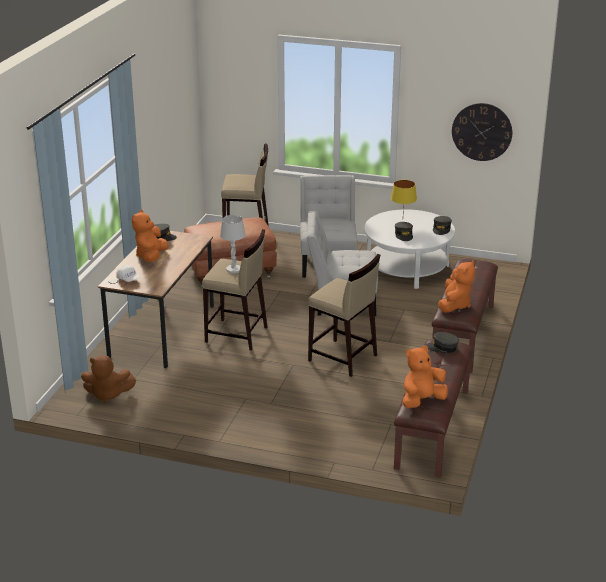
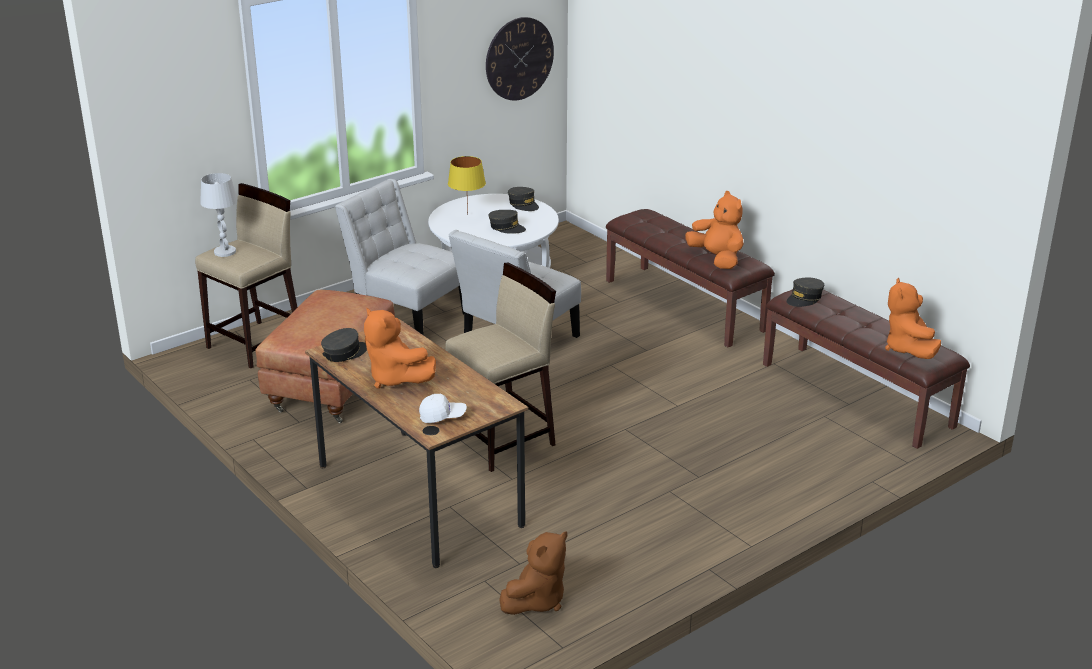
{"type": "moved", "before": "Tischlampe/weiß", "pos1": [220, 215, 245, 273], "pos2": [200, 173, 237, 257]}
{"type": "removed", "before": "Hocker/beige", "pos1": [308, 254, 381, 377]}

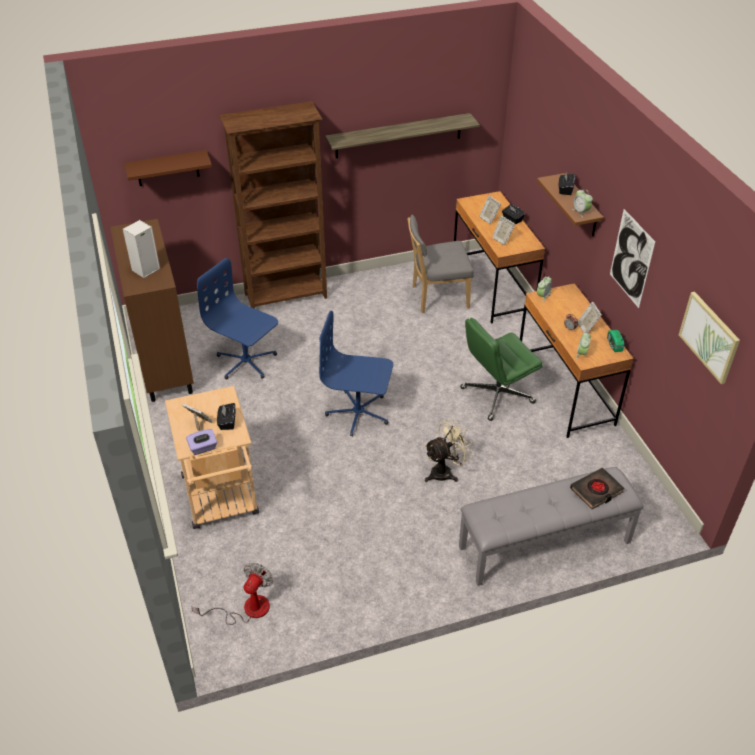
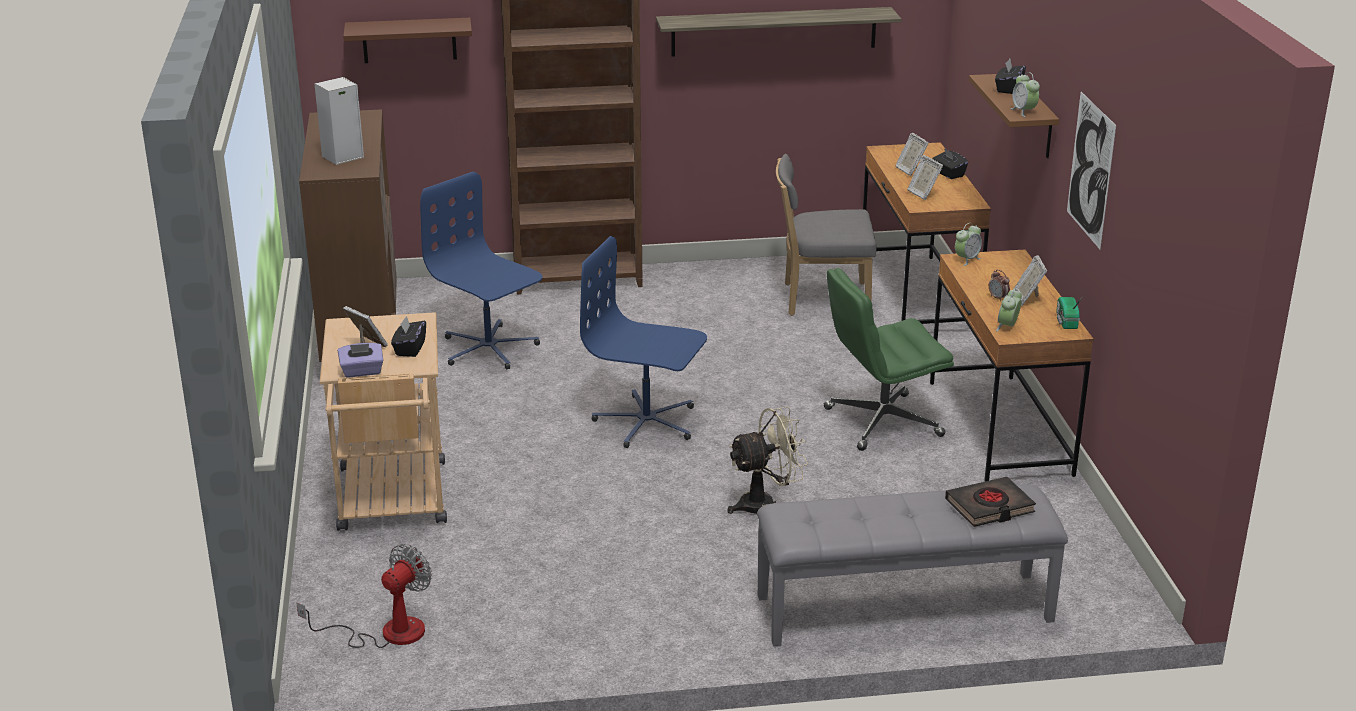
{"type": "removed", "before": "Bild", "pos1": [679, 292, 740, 384]}

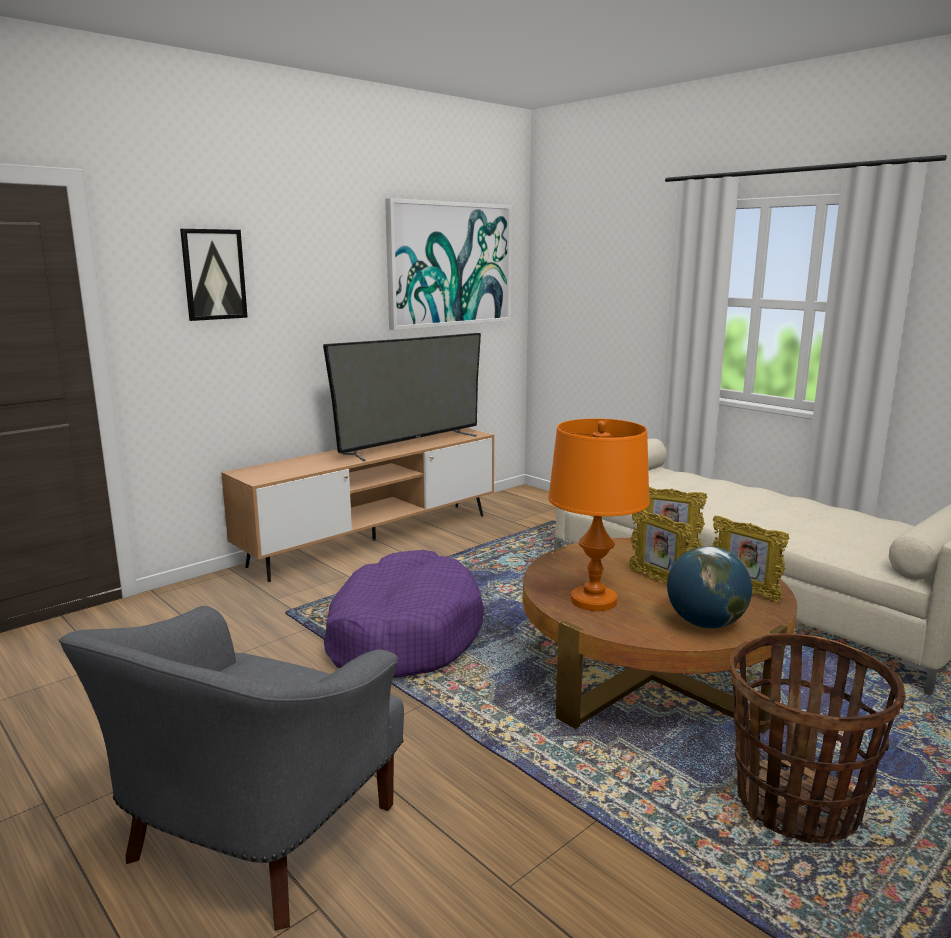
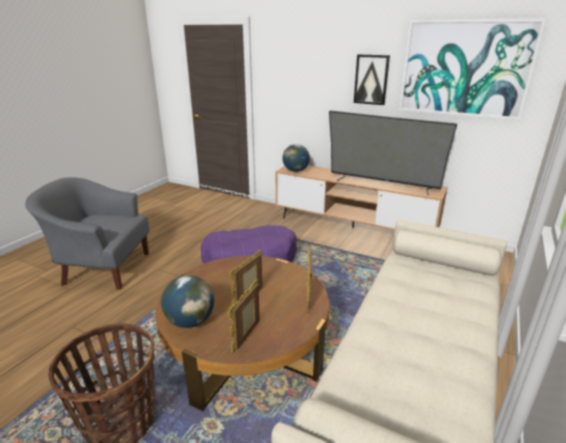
{"type": "moved", "before": "Bild", "pos1": [180, 229, 248, 321], "pos2": [354, 54, 390, 105]}
{"type": "removed", "before": "Tischlampe/orange", "pos1": [548, 419, 650, 611]}
{"type": "added", "after": "Globus", "pos2": [282, 144, 310, 172]}

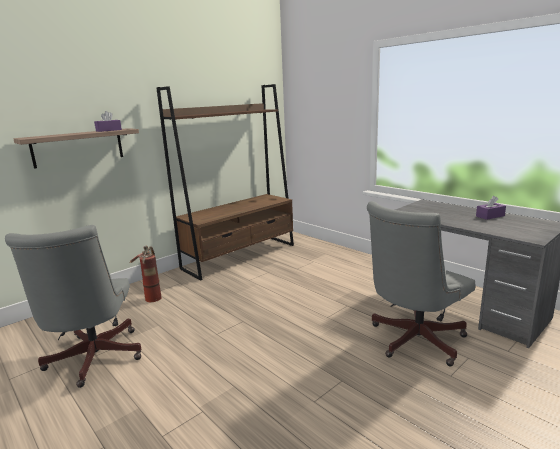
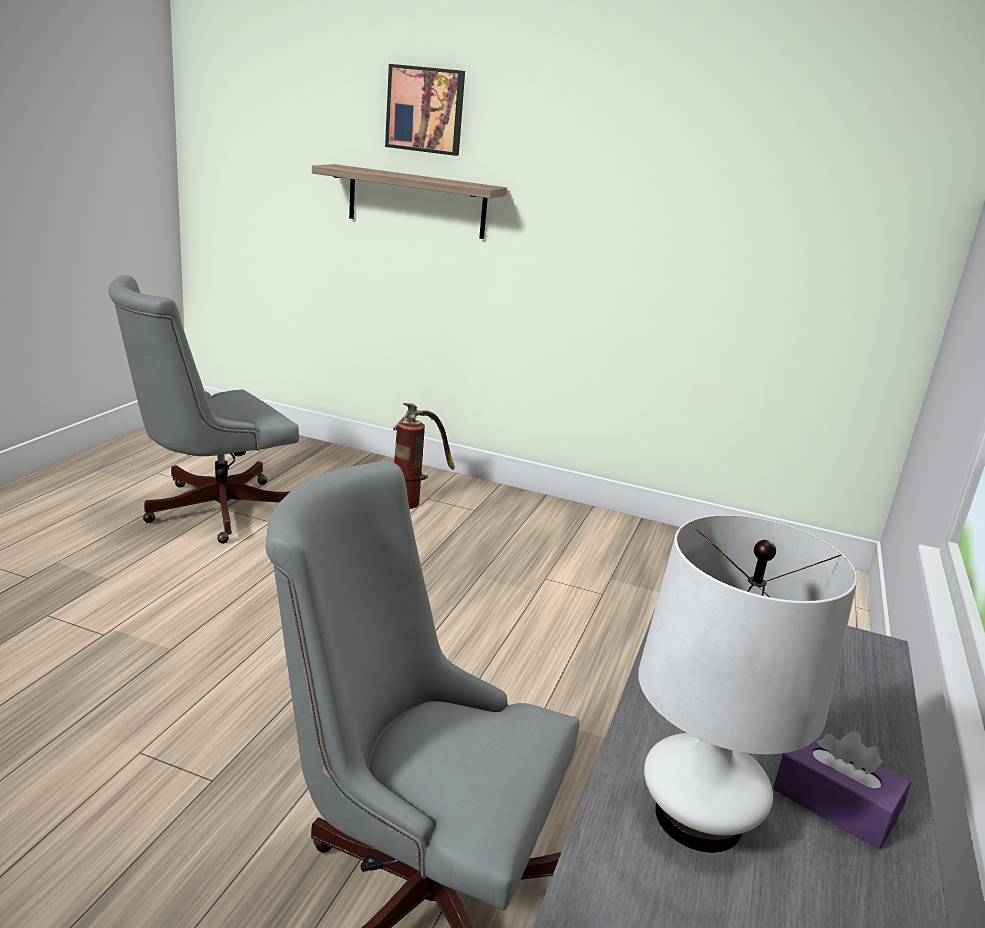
{"type": "removed", "before": "Taschentuchbox/lila", "pos1": [94, 111, 122, 132]}
{"type": "removed", "before": "Bücherregal/braun", "pos1": [156, 84, 294, 281]}
{"type": "added", "after": "Bild", "pos2": [385, 64, 465, 156]}
{"type": "added", "after": "Tischlampe/weiß", "pos2": [638, 515, 857, 853]}

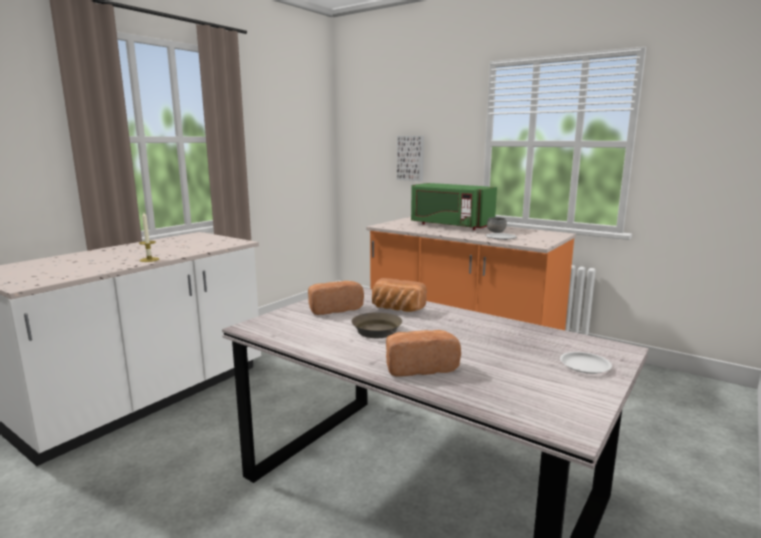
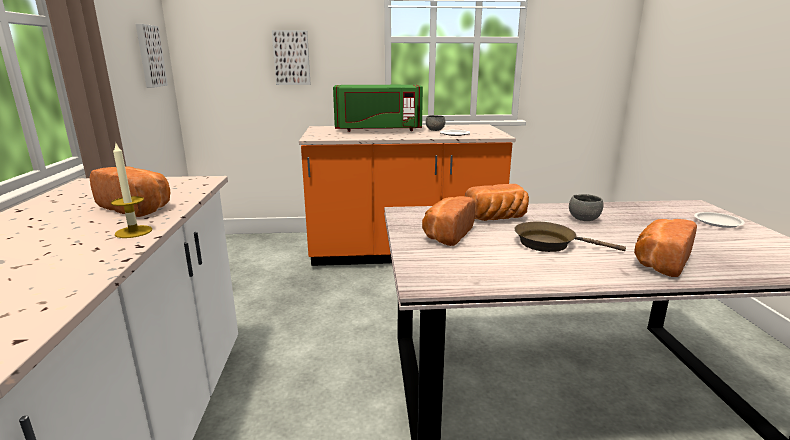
{"type": "added", "after": "Brot", "pos2": [90, 166, 170, 217]}
{"type": "added", "after": "Bild", "pos2": [136, 24, 168, 88]}
{"type": "added", "after": "Schüssel/grau", "pos2": [569, 194, 604, 221]}

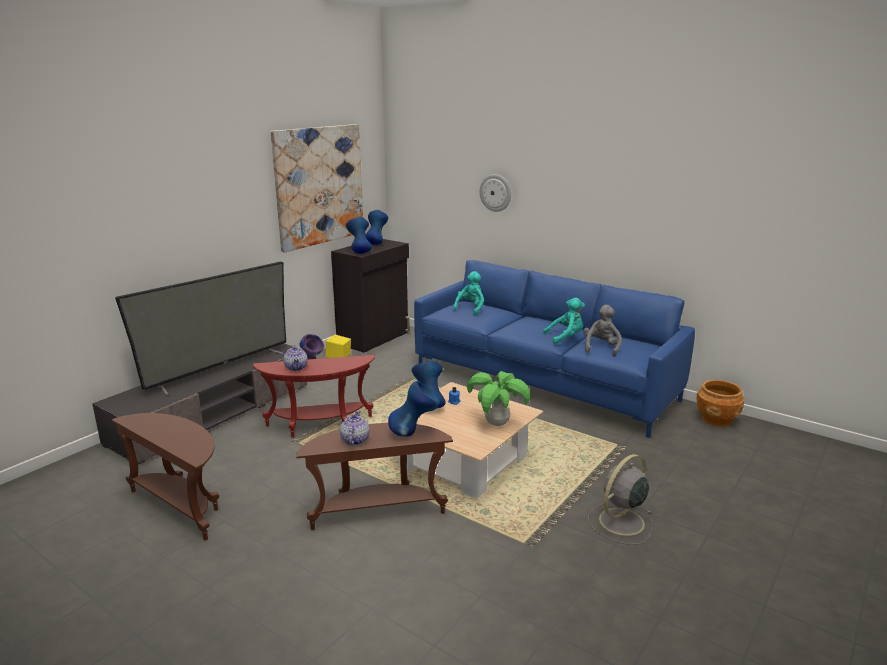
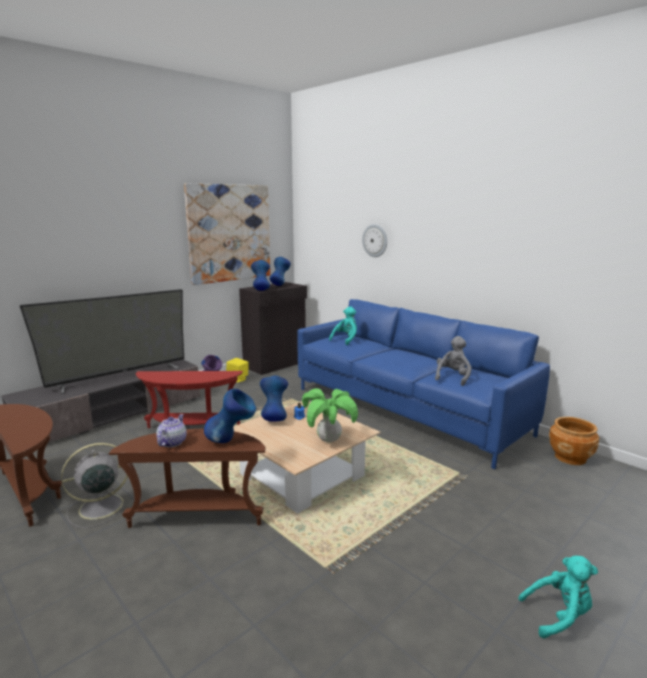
{"type": "removed", "before": "Teekanne", "pos1": [284, 345, 308, 371]}
{"type": "moved", "before": "Plüschtier/türkis", "pos1": [543, 298, 585, 345], "pos2": [518, 556, 598, 639]}
{"type": "moved", "before": "Ventilator/grau", "pos1": [588, 454, 653, 545], "pos2": [61, 443, 134, 528]}

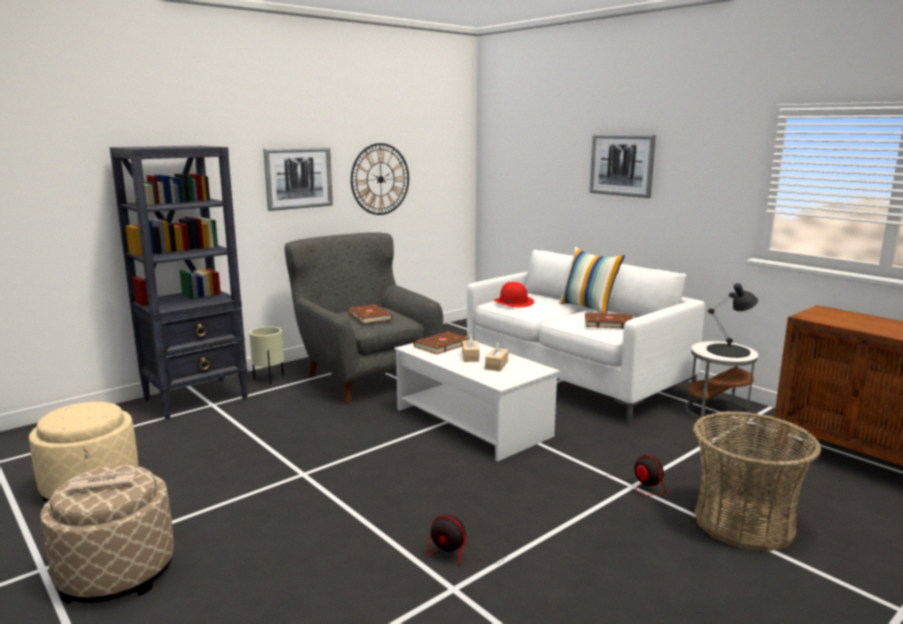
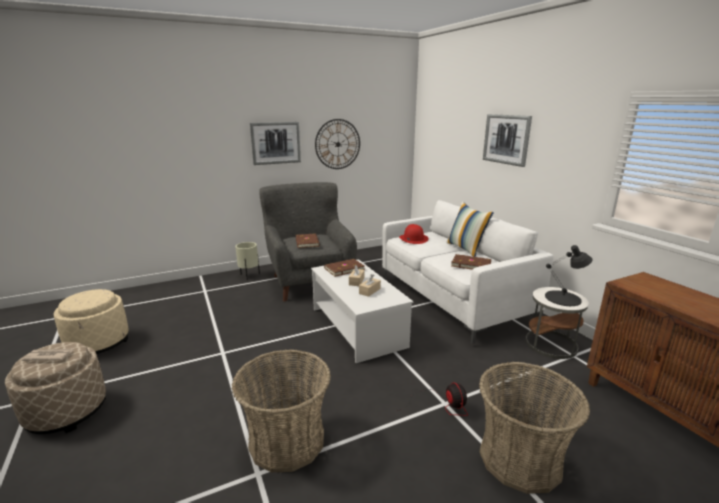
{"type": "removed", "before": "Bücherregal/schwarz", "pos1": [110, 146, 248, 420]}
{"type": "replaced", "before": "Ventilator", "after": "Korb", "pos1": [427, 515, 512, 566], "pos2": [232, 350, 331, 472]}

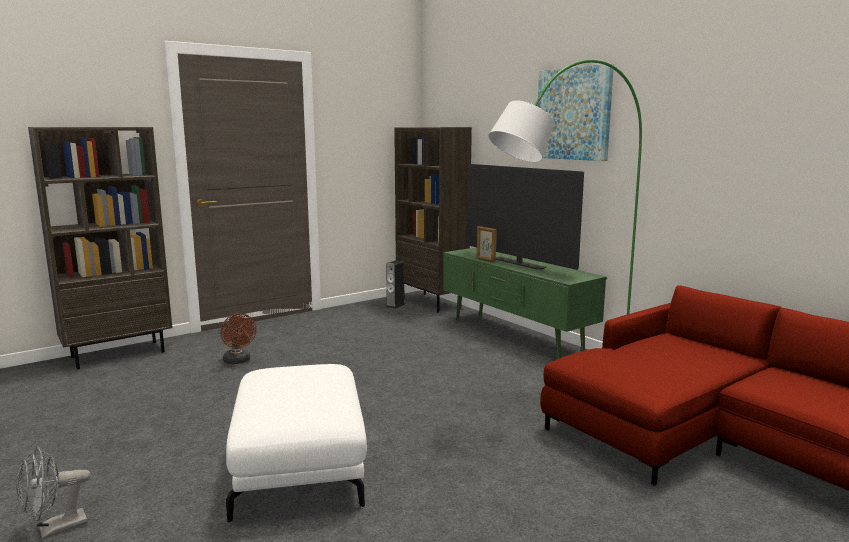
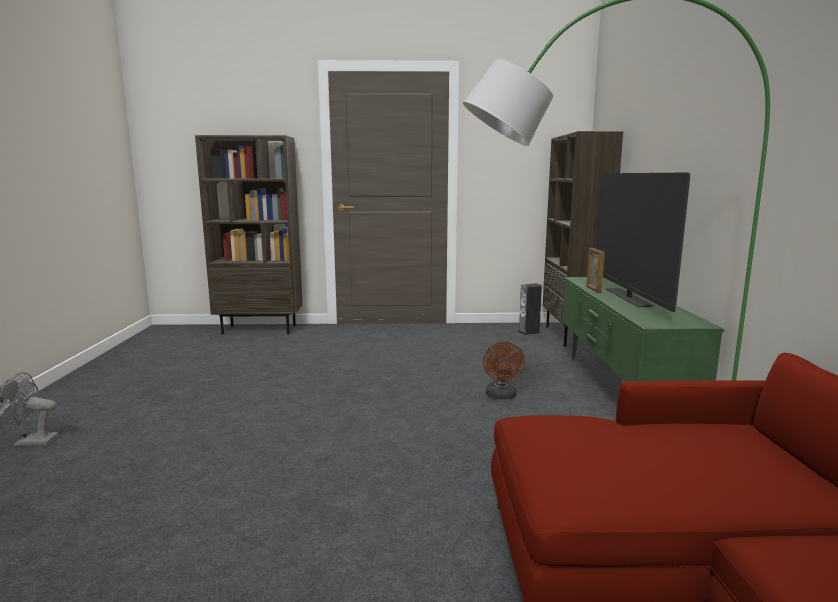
{"type": "moved", "before": "Ventilator/braun", "pos1": [220, 314, 257, 364], "pos2": [483, 342, 525, 399]}
{"type": "removed", "before": "Polsterhocker/weiß", "pos1": [226, 364, 367, 523]}
{"type": "removed", "before": "Bild", "pos1": [538, 63, 614, 161]}

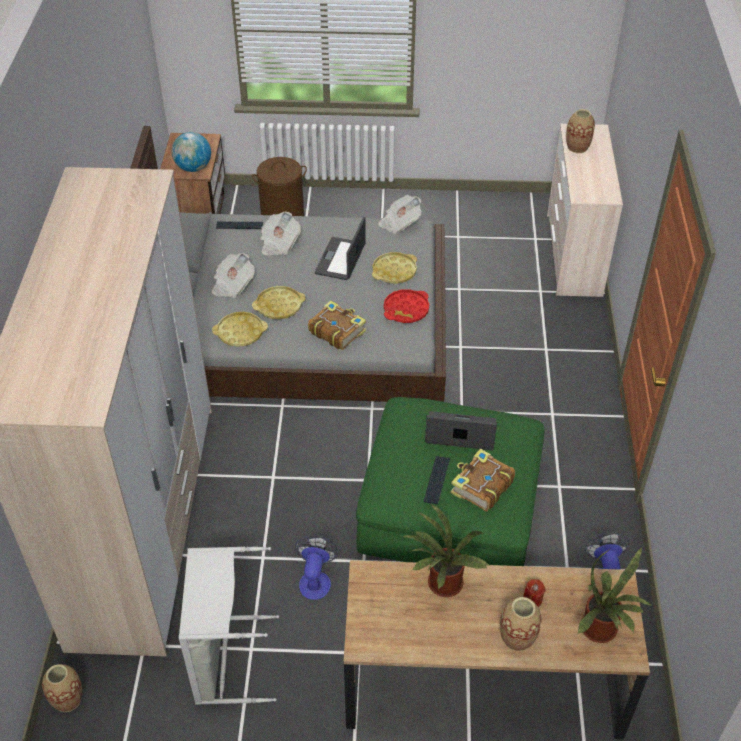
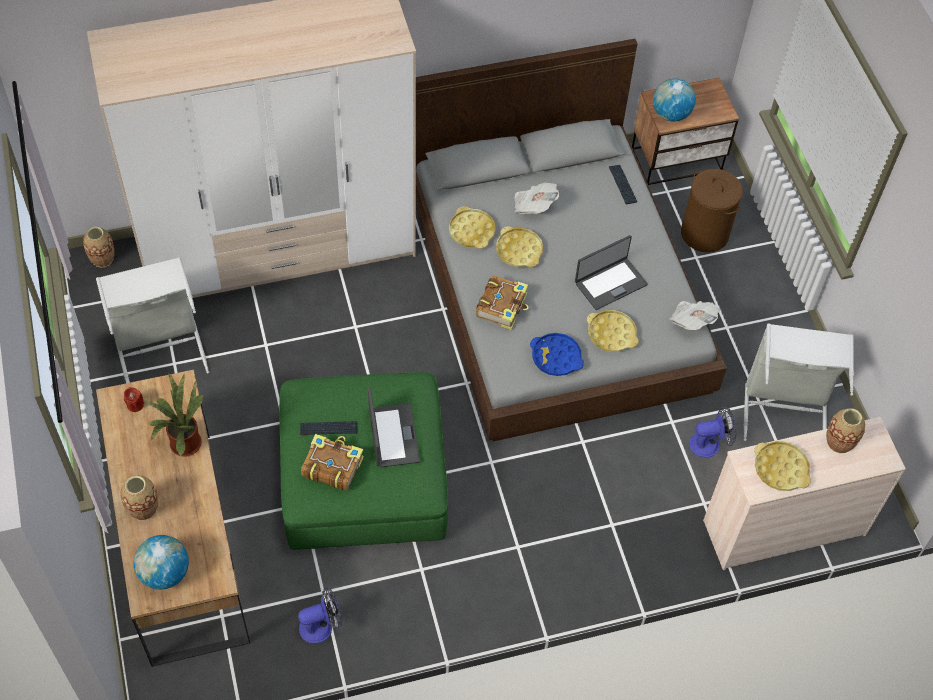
{"type": "removed", "before": "Zeitung", "pos1": [260, 212, 301, 255]}
{"type": "moved", "before": "Ventilator", "pos1": [295, 535, 339, 600], "pos2": [689, 406, 736, 458]}
{"type": "turned", "before": "Laptop", "pos1": [315, 217, 366, 280], "pos2": [575, 235, 648, 310], "turn": 150}
{"type": "recoloured", "before": "Tablett/rot", "after": "Tablett/blau", "pos1": [383, 289, 429, 323], "pos2": [530, 333, 584, 376]}
{"type": "moved", "before": "Kerze/rot", "pos1": [523, 579, 546, 607], "pos2": [124, 387, 144, 412]}
{"type": "replaced", "before": "Topfpflanze", "after": "Globus", "pos1": [577, 547, 652, 643], "pos2": [133, 535, 189, 590]}
{"type": "added", "after": "Wäschekorb/grau", "pos2": [743, 323, 854, 441]}
{"type": "added", "after": "Tablett/gelb", "pos2": [754, 441, 811, 491]}

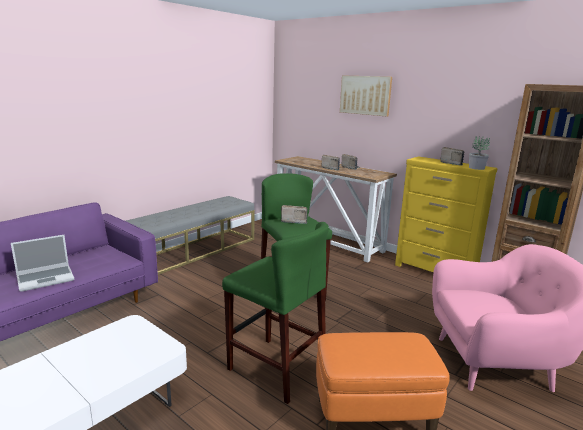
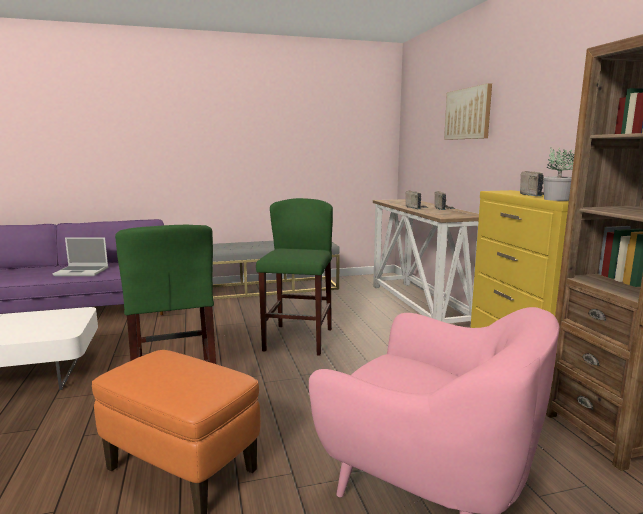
{"type": "removed", "before": "Radio", "pos1": [281, 205, 308, 224]}

